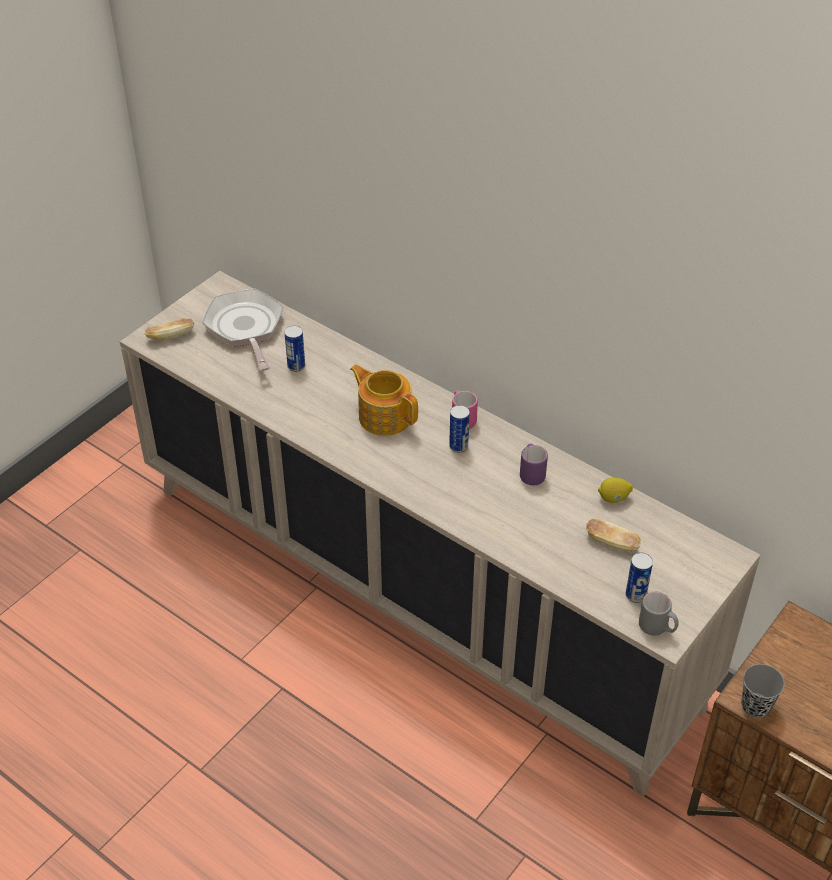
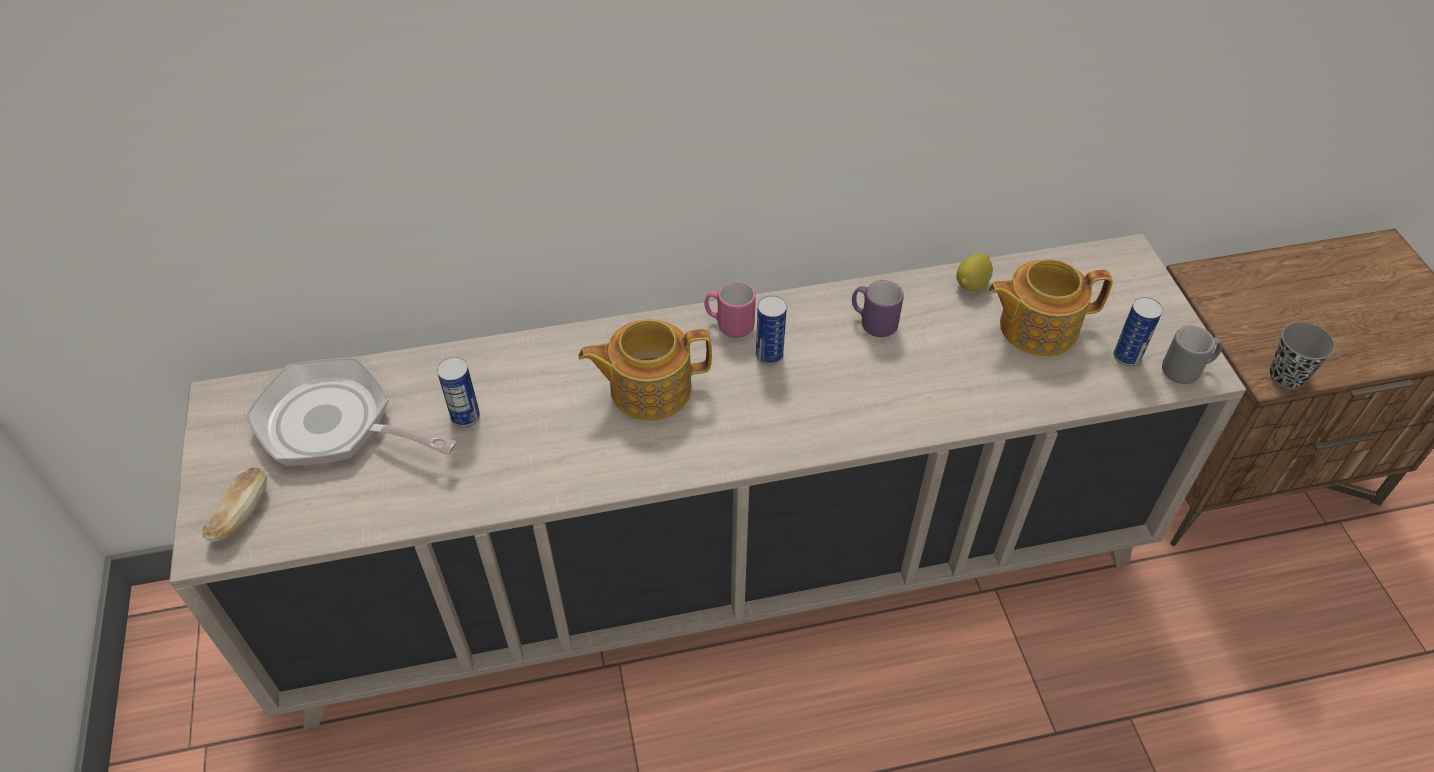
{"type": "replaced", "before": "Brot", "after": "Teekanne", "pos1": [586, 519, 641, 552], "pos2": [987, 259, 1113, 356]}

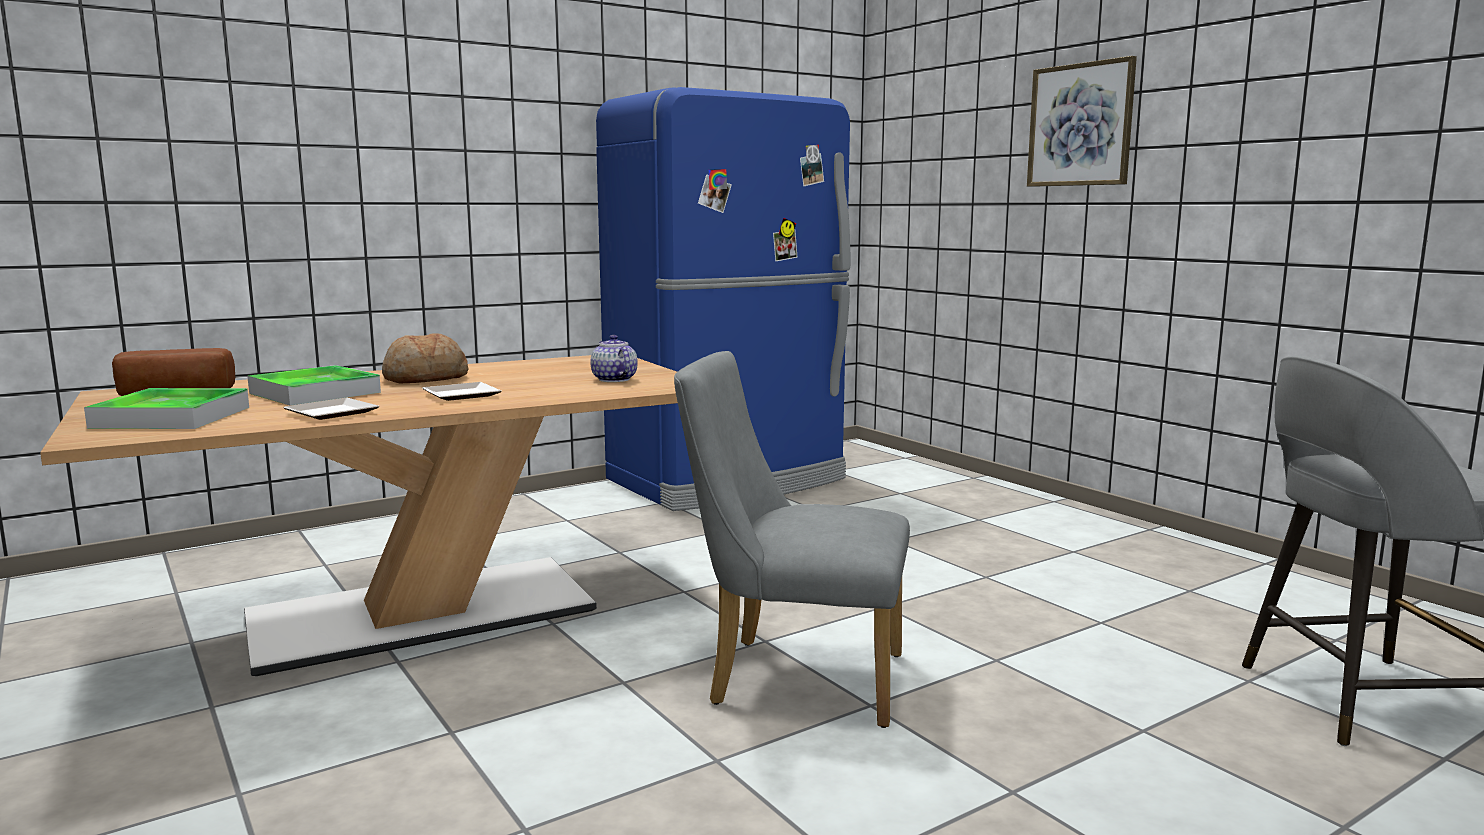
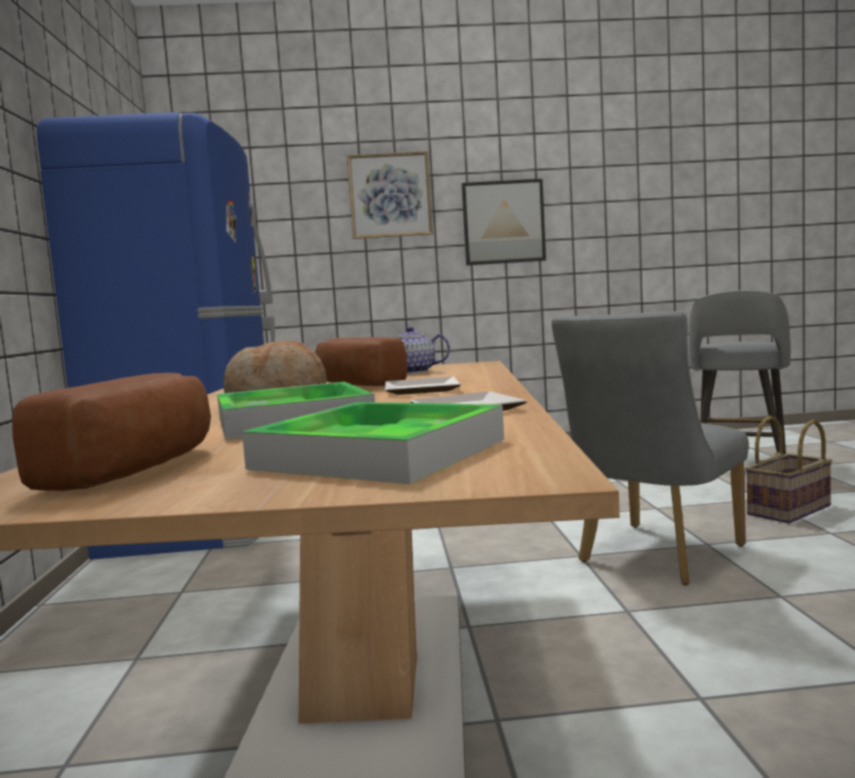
{"type": "added", "after": "Brot", "pos2": [315, 337, 407, 386]}
{"type": "added", "after": "Bild", "pos2": [462, 179, 546, 266]}
{"type": "added", "after": "Korb", "pos2": [745, 416, 833, 523]}

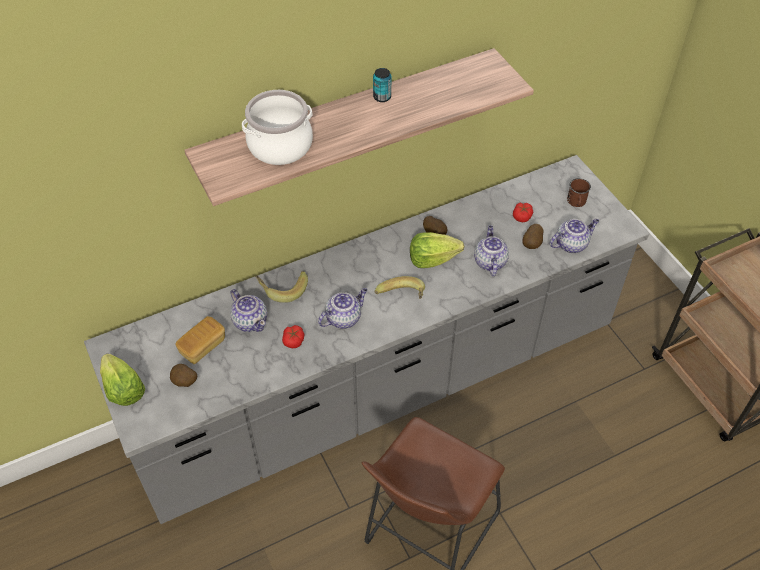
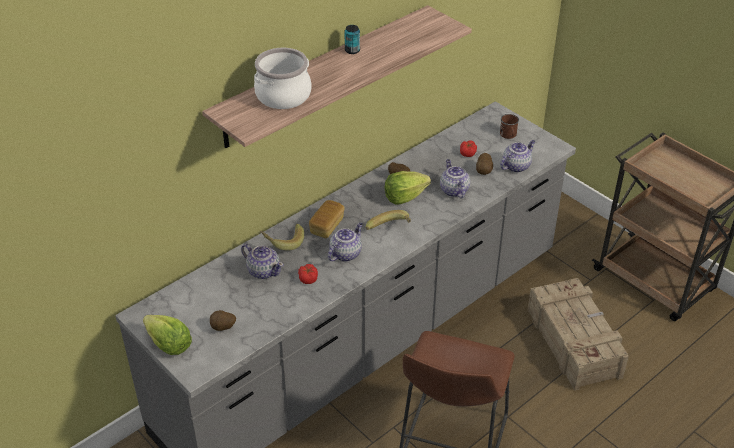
{"type": "moved", "before": "Brot", "pos1": [176, 316, 225, 364], "pos2": [309, 200, 345, 238]}
{"type": "added", "after": "Kiste", "pos2": [527, 278, 629, 391]}

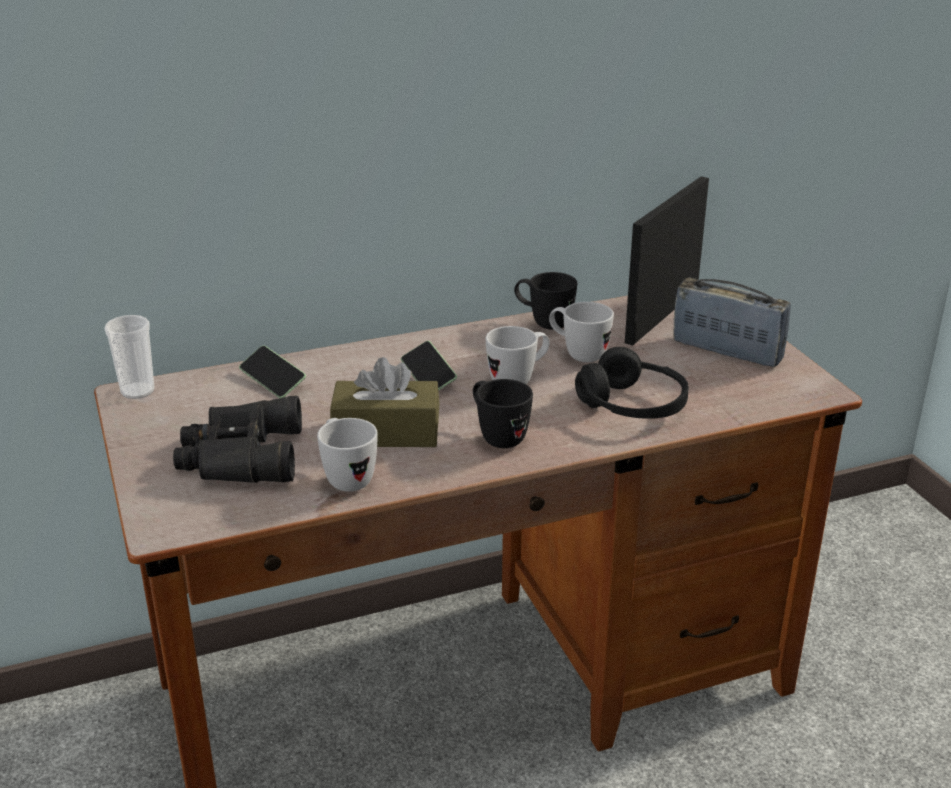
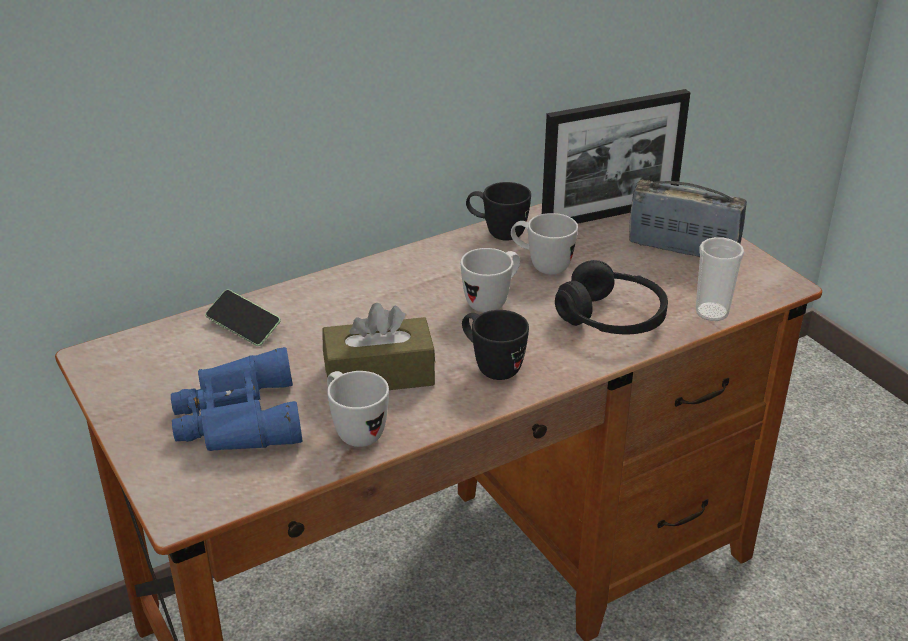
{"type": "moved", "before": "Tasse", "pos1": [105, 315, 154, 399], "pos2": [696, 237, 744, 321]}
{"type": "recoloured", "before": "Fernglas/schwarz", "after": "Fernglas/blau", "pos1": [173, 396, 302, 483], "pos2": [171, 347, 303, 451]}
{"type": "removed", "before": "Handy", "pos1": [401, 341, 457, 391]}
{"type": "turned", "before": "Bilderrahmen", "pos1": [625, 176, 709, 346], "pos2": [542, 89, 690, 224], "turn": -135}

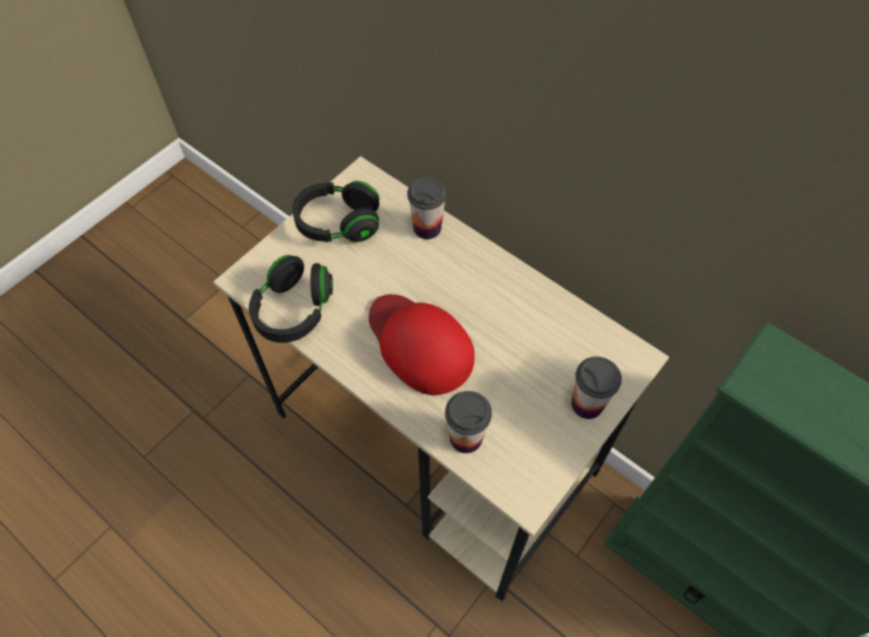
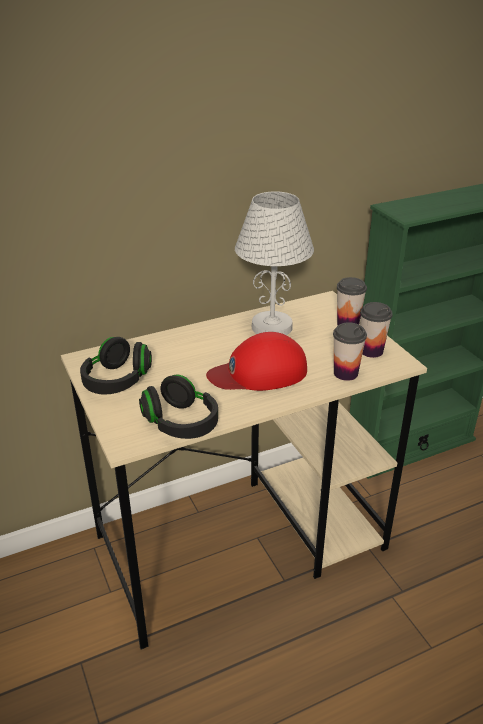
{"type": "moved", "before": "Tasse", "pos1": [407, 177, 447, 239], "pos2": [360, 302, 393, 358]}
{"type": "added", "after": "Tischlampe/weiß", "pos2": [235, 191, 314, 335]}

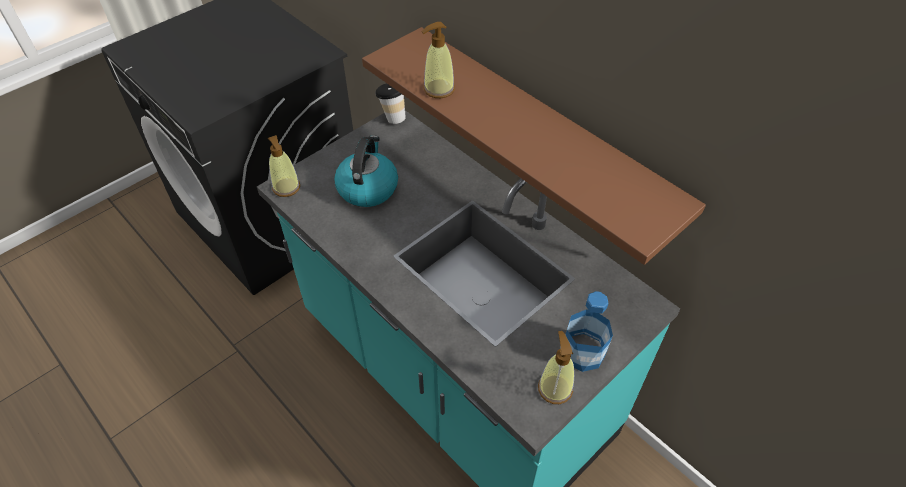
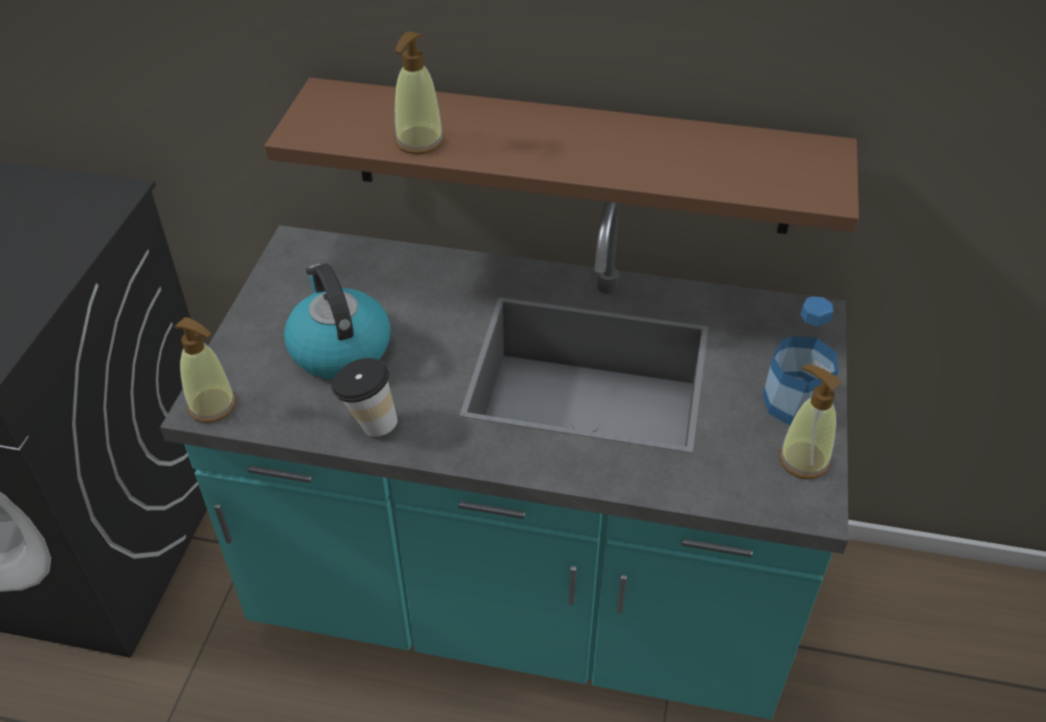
{"type": "moved", "before": "Tasse", "pos1": [375, 83, 406, 124], "pos2": [332, 358, 398, 437]}

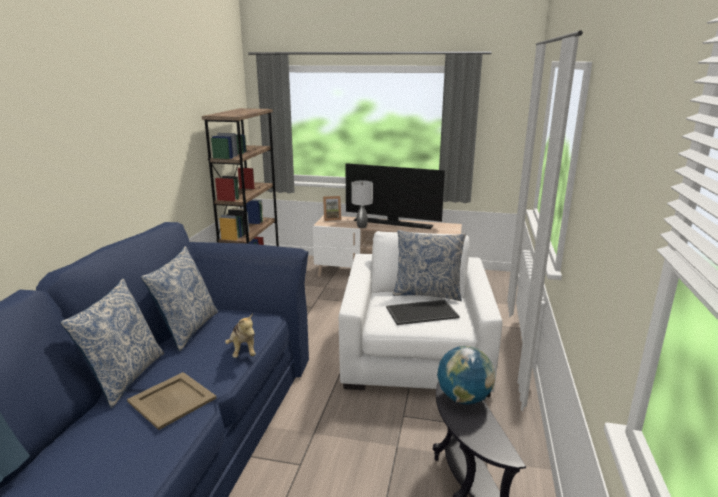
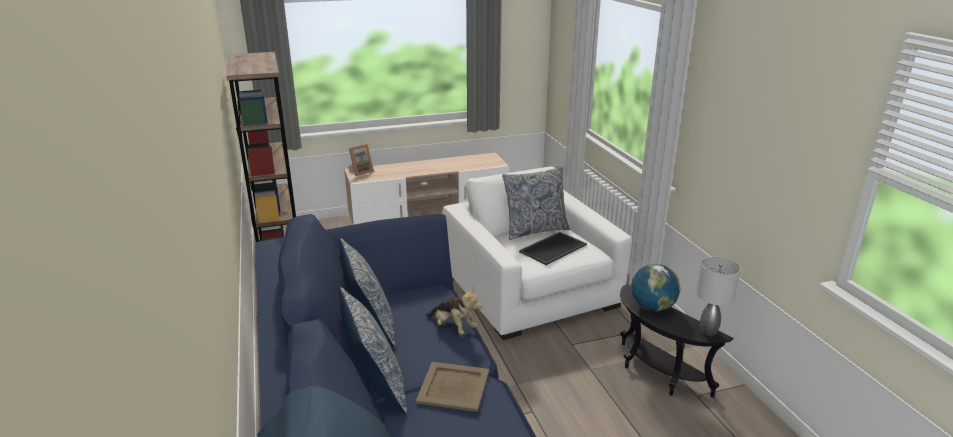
{"type": "removed", "before": "Fernseher", "pos1": [345, 163, 445, 229]}
{"type": "moved", "before": "Tischlampe/grau", "pos1": [351, 181, 373, 228], "pos2": [696, 257, 741, 336]}

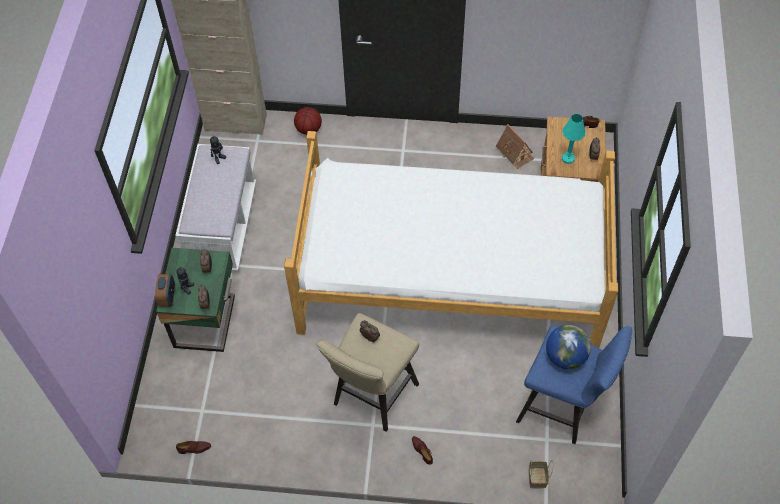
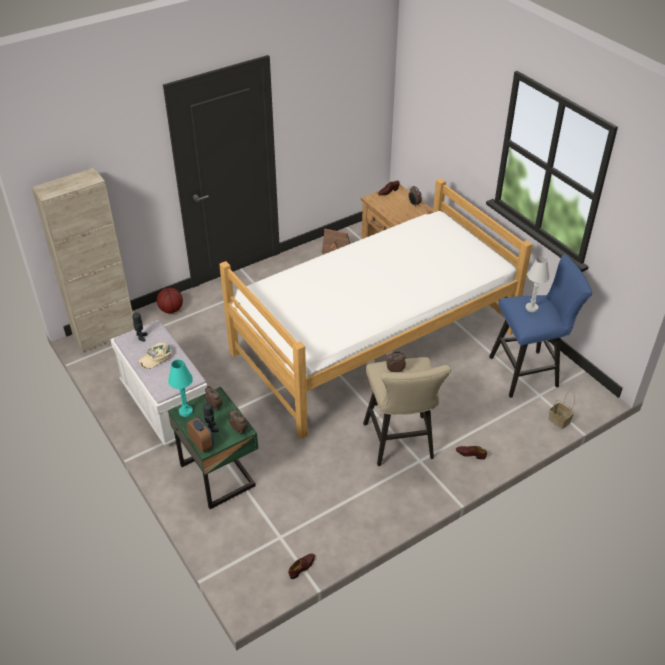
{"type": "replaced", "before": "Globus", "after": "Tischlampe/weiß", "pos1": [546, 325, 591, 369], "pos2": [526, 256, 550, 312]}
{"type": "moved", "before": "Tischlampe/türkis", "pos1": [562, 114, 585, 164], "pos2": [168, 359, 193, 417]}
{"type": "added", "after": "Kappe/beige", "pos2": [138, 343, 172, 369]}

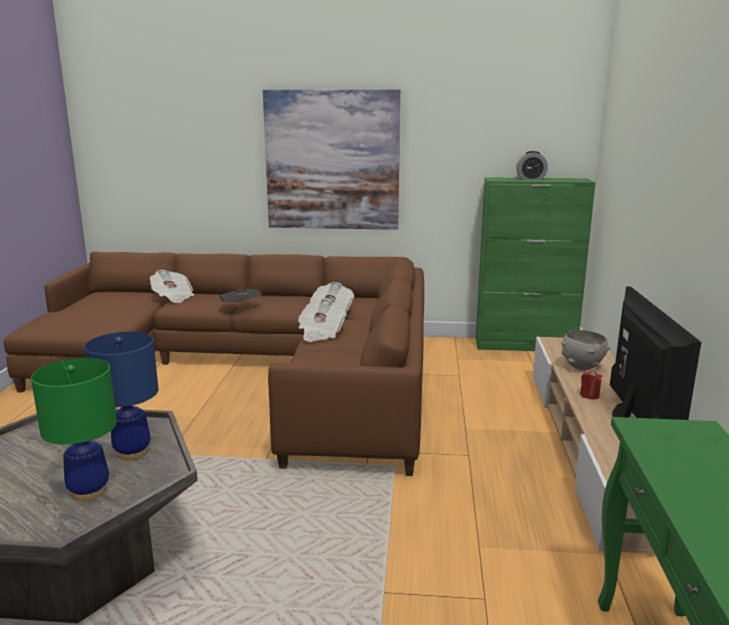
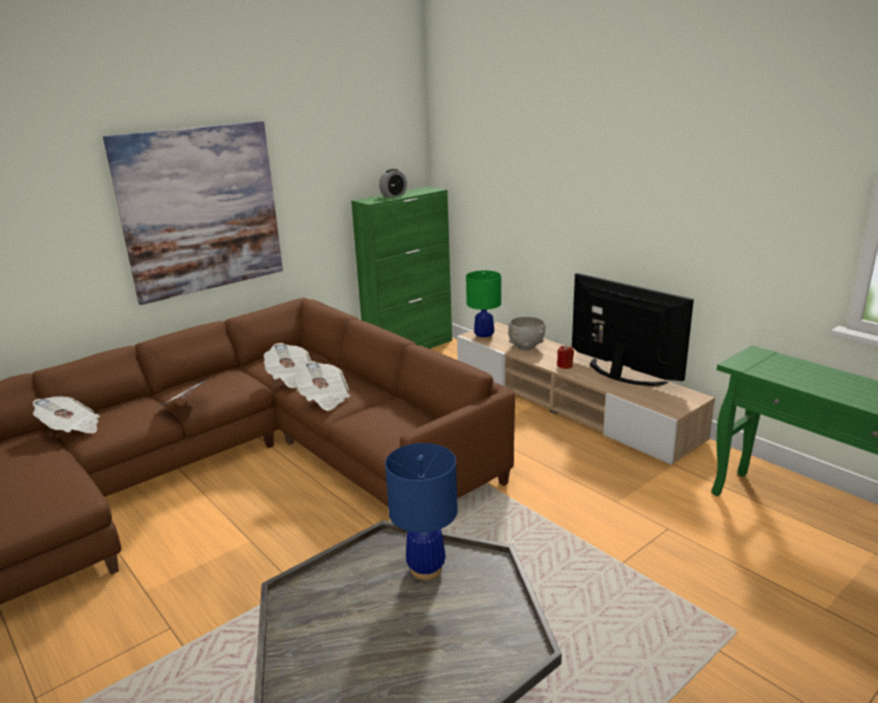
{"type": "moved", "before": "Tischlampe/grün", "pos1": [31, 358, 117, 501], "pos2": [466, 270, 501, 341]}

